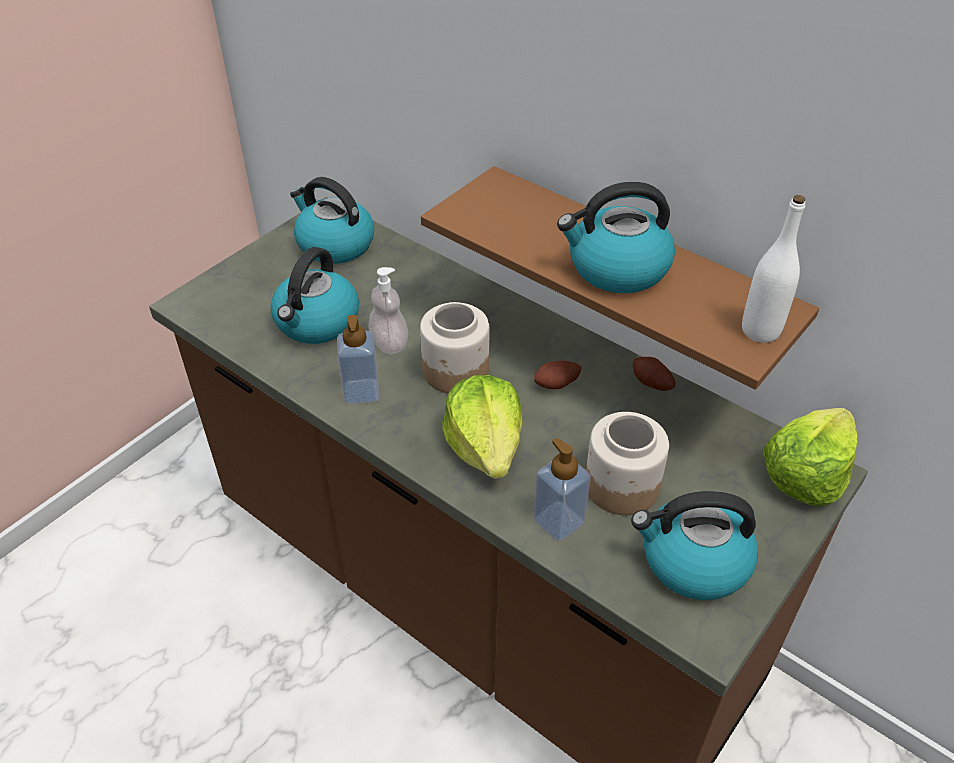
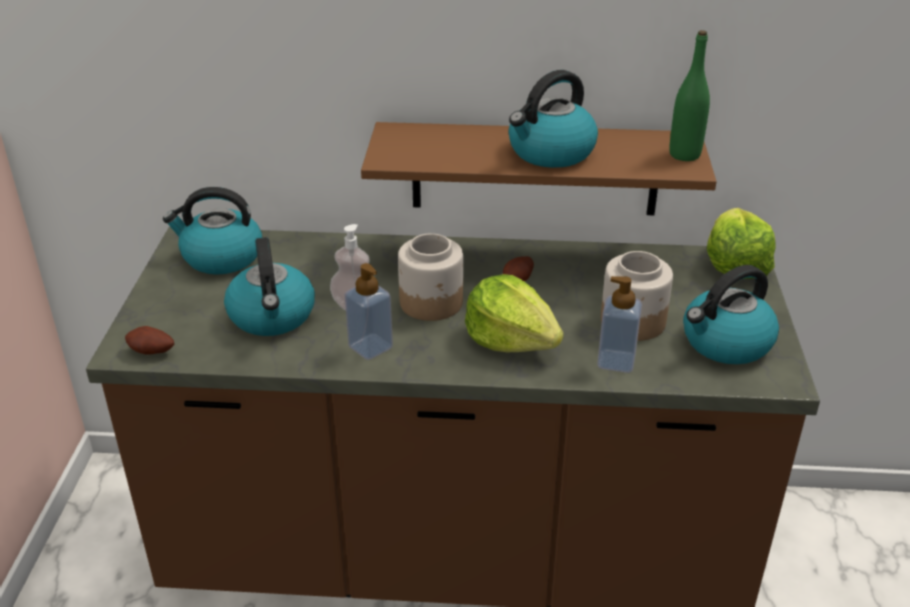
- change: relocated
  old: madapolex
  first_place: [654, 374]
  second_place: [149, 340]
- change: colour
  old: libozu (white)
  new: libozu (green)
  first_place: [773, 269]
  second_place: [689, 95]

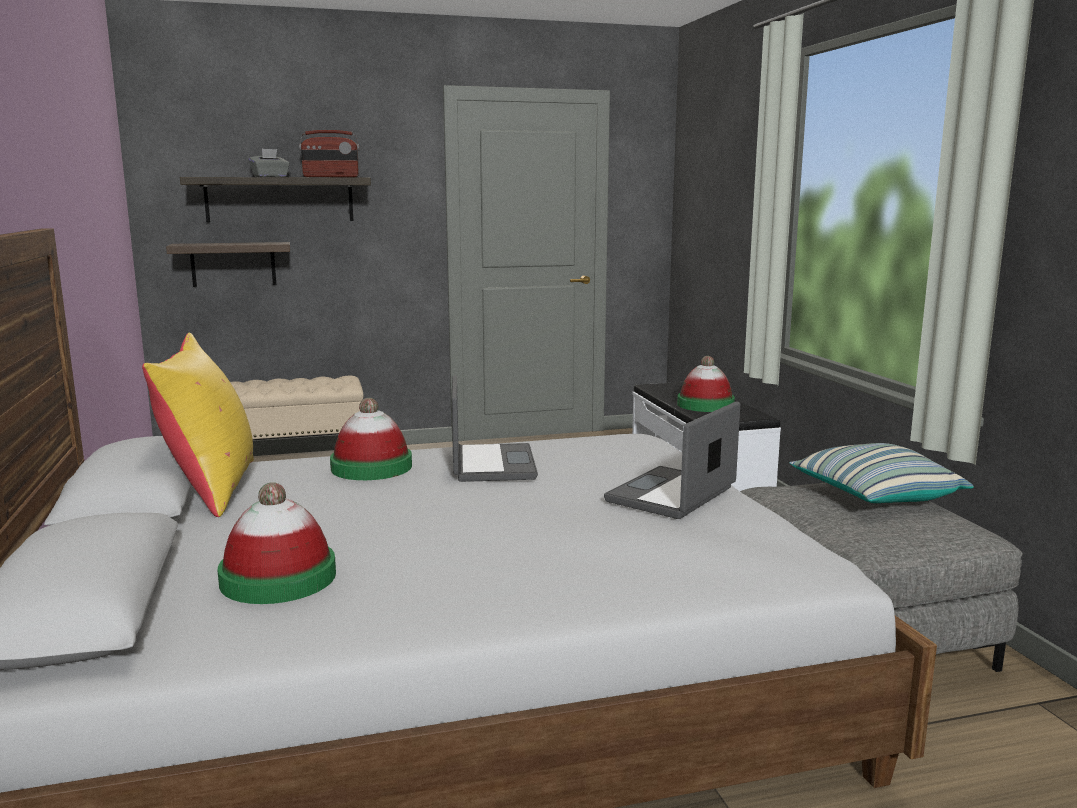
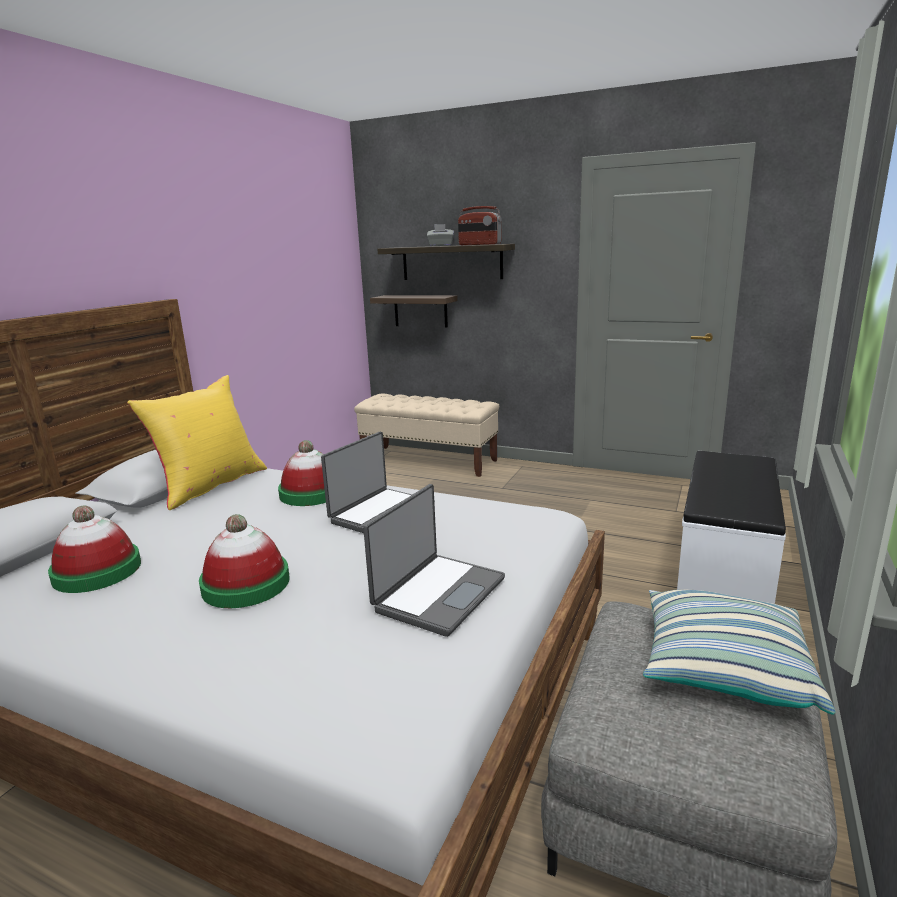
- change: relocated
  old: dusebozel
  first_place: [706, 384]
  second_place: [244, 561]
- change: spun
  old: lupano
  first_place: [672, 460]
  second_place: [434, 560]
  degrees: 135

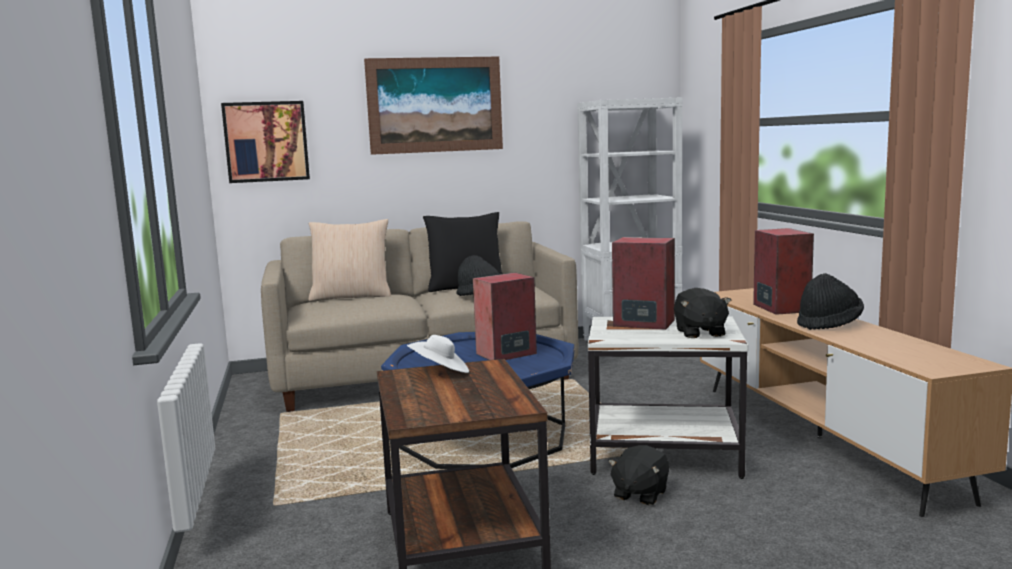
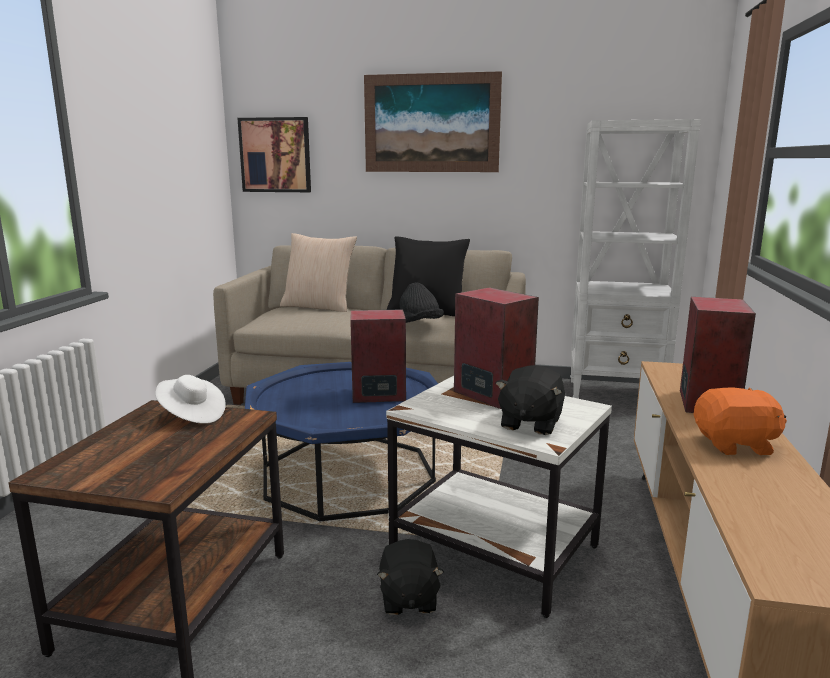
- change: exchanged
  old: dusebozel (black)
  new: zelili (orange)
  first_place: [830, 301]
  second_place: [740, 421]
- change: spun
  old: zelili (black)
  first_place: [638, 475]
  second_place: [410, 577]
  degrees: -60

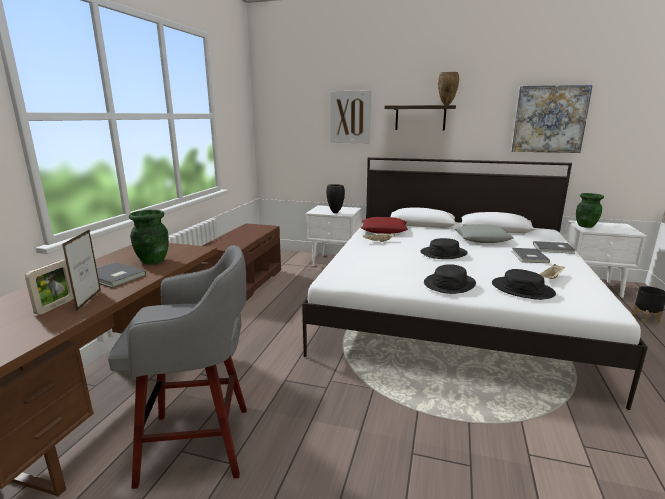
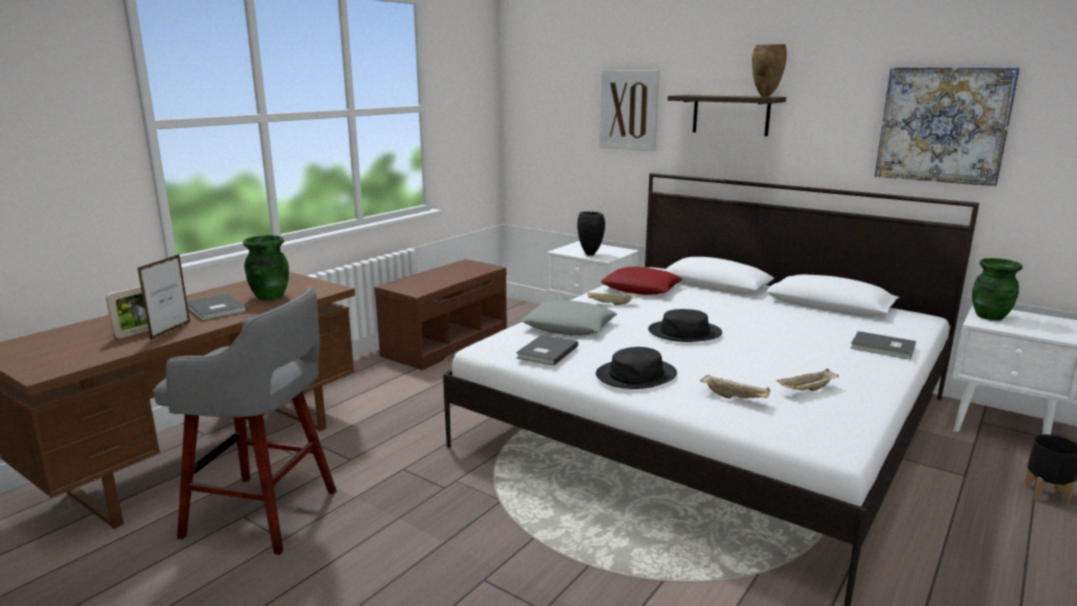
- change: relocated
  old: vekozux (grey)
  first_place: [484, 233]
  second_place: [569, 317]
- change: relocated
  old: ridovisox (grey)
  first_place: [531, 255]
  second_place: [547, 350]
- change: exchanged
  old: dusebozel (black)
  new: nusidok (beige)
  first_place: [524, 284]
  second_place: [735, 387]

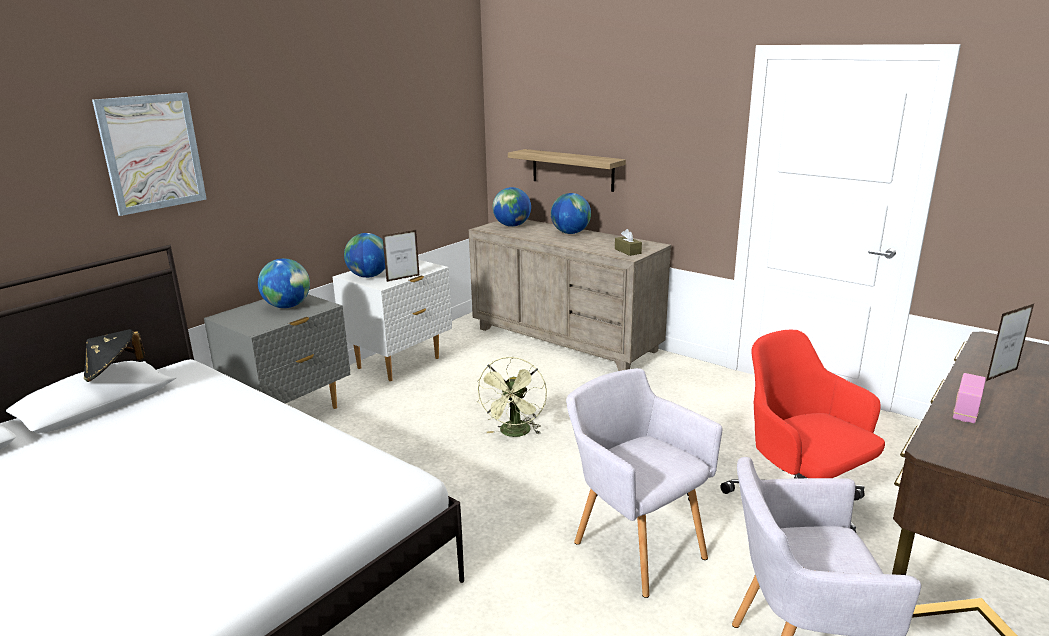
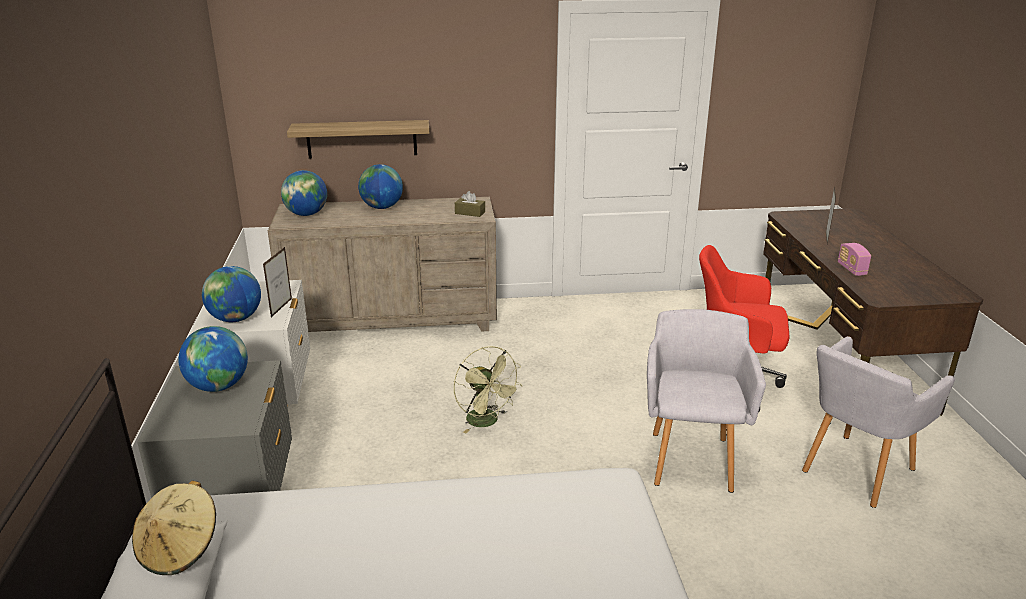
- change: missing
  old: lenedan
  first_place: [149, 154]
- change: colour
  old: dusebozel (black)
  new: dusebozel (beige)
  first_place: [114, 355]
  second_place: [174, 528]
- change: spun
  old: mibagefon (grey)
  first_place: [644, 483]
  second_place: [706, 401]
  degrees: 90

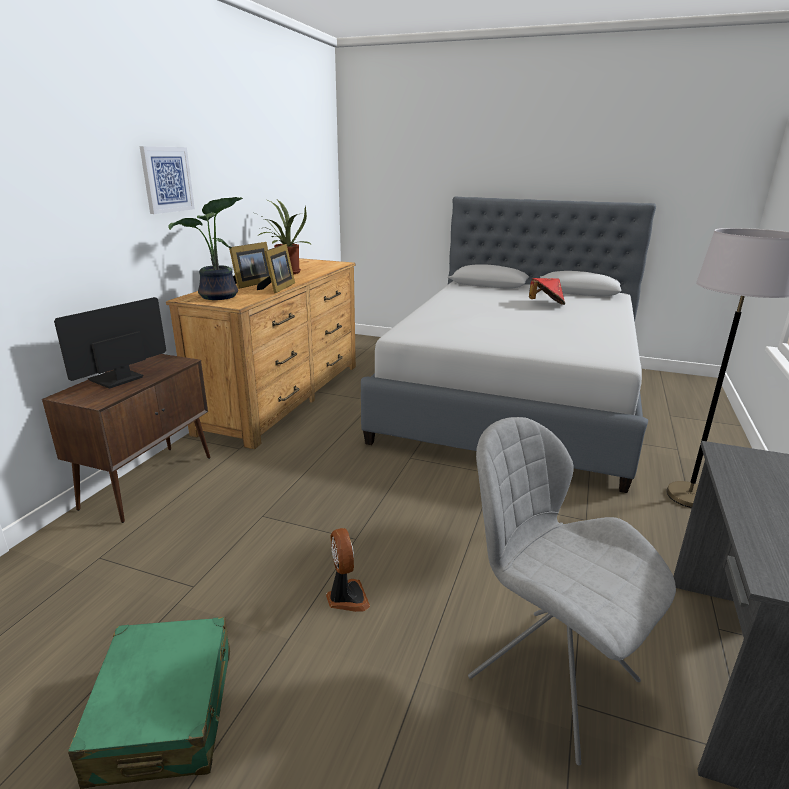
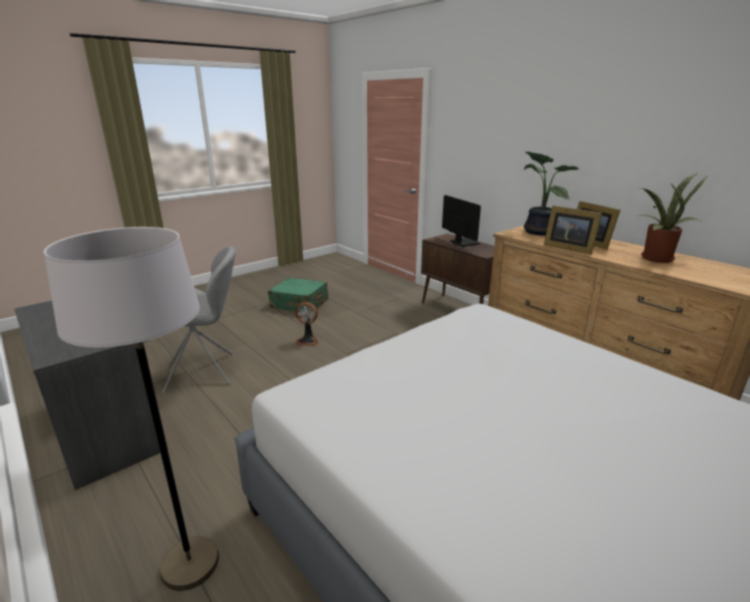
- change: missing
  old: lenedan
  first_place: [167, 180]
- change: missing
  old: dusebozel (red)
  first_place: [547, 291]

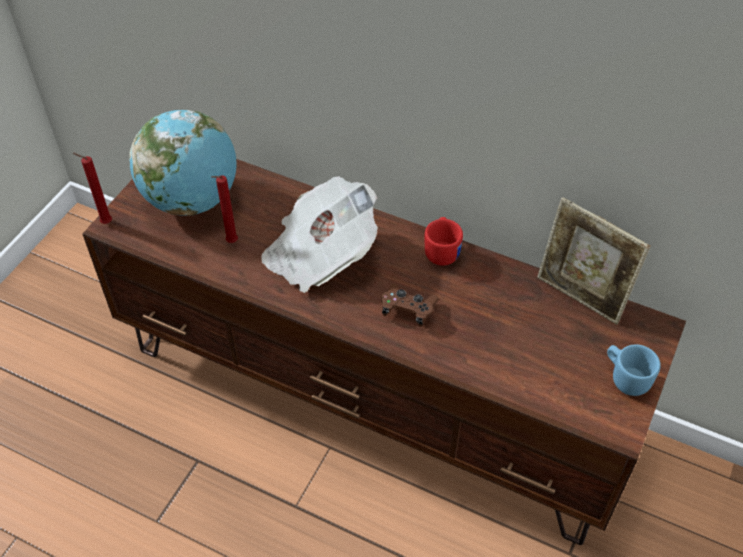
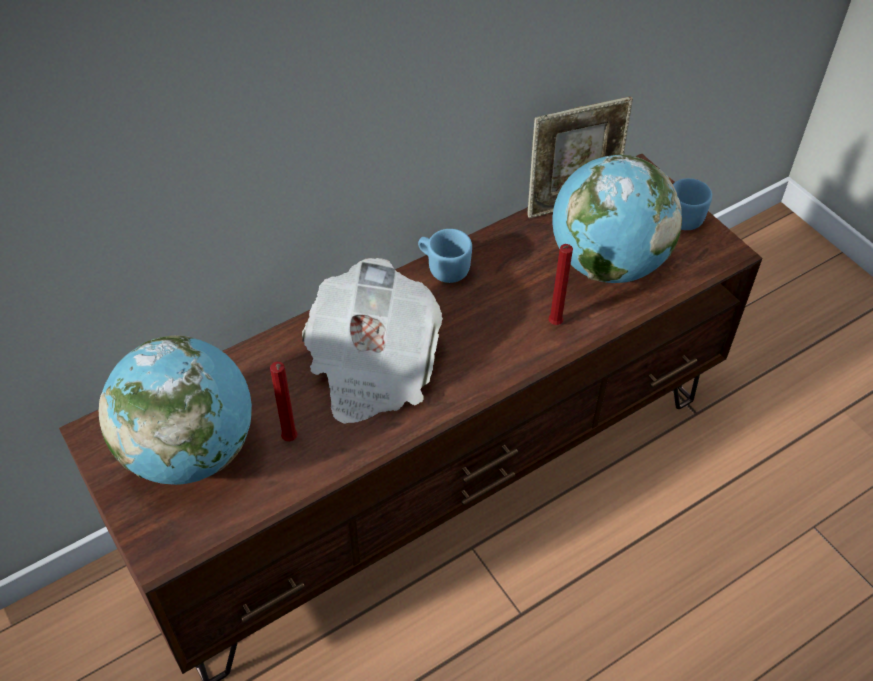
- change: missing
  old: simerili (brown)
  first_place: [410, 305]
- change: appeared
  new: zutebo
  second_place: [617, 218]
- change: relocated
  old: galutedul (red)
  first_place: [92, 188]
  second_place: [560, 284]
- change: colour
  old: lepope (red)
  new: lepope (blue)
  first_place: [444, 241]
  second_place: [445, 256]

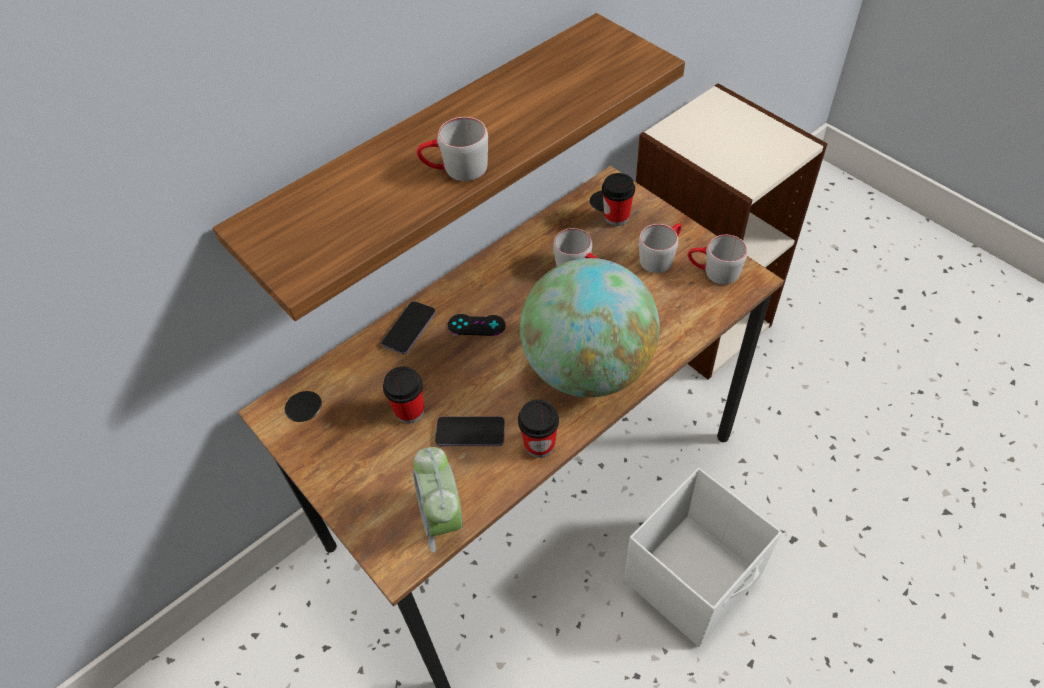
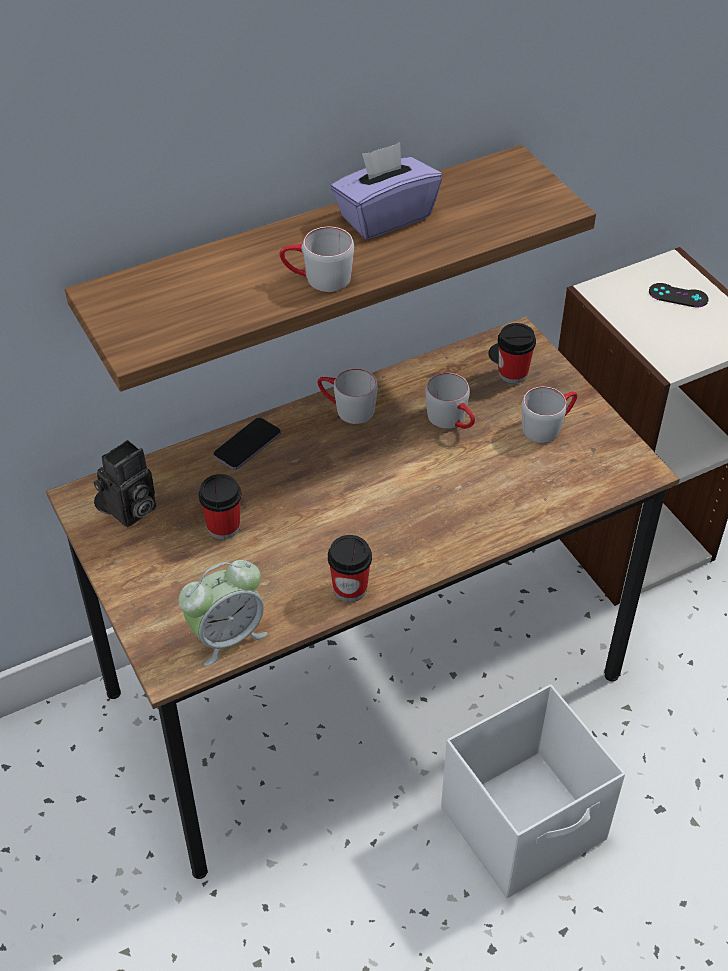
- change: missing
  old: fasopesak
  first_place: [470, 431]
- change: missing
  old: zutebo
  first_place: [590, 328]
- change: appeared
  new: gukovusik
  second_place: [125, 483]
- change: appeared
  new: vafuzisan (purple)
  second_place: [386, 190]
- change: relocated
  old: simerili (black)
  first_place: [476, 325]
  second_place: [679, 295]
- change: relocated
  old: lepope (grey)
  first_place: [717, 260]
  second_place: [347, 396]
- change: spun
  old: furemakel
  first_place: [438, 500]
  second_place: [223, 613]
  degrees: -120

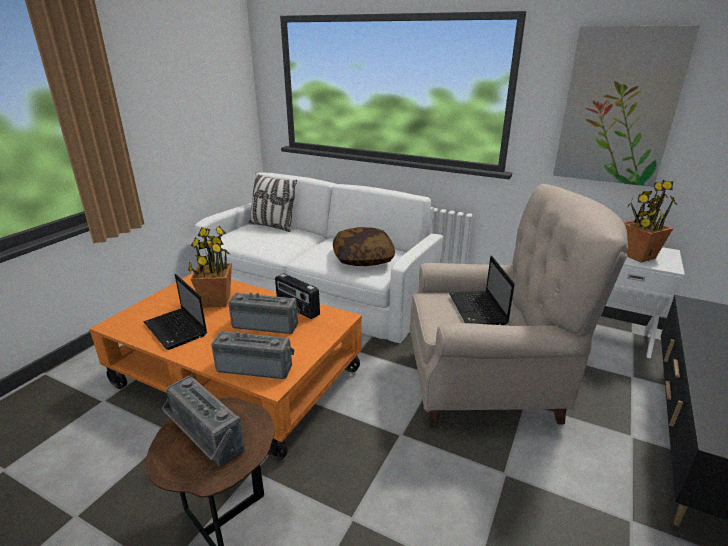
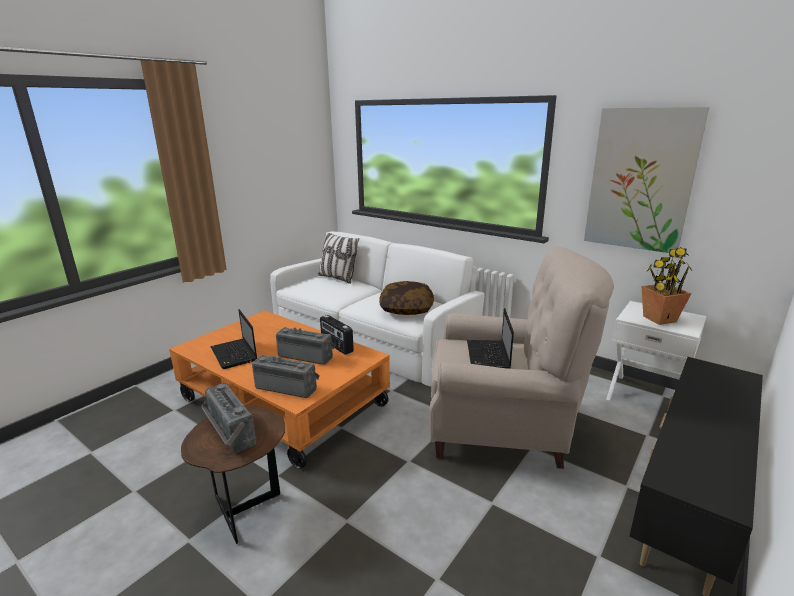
- change: missing
  old: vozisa
  first_place: [210, 266]

